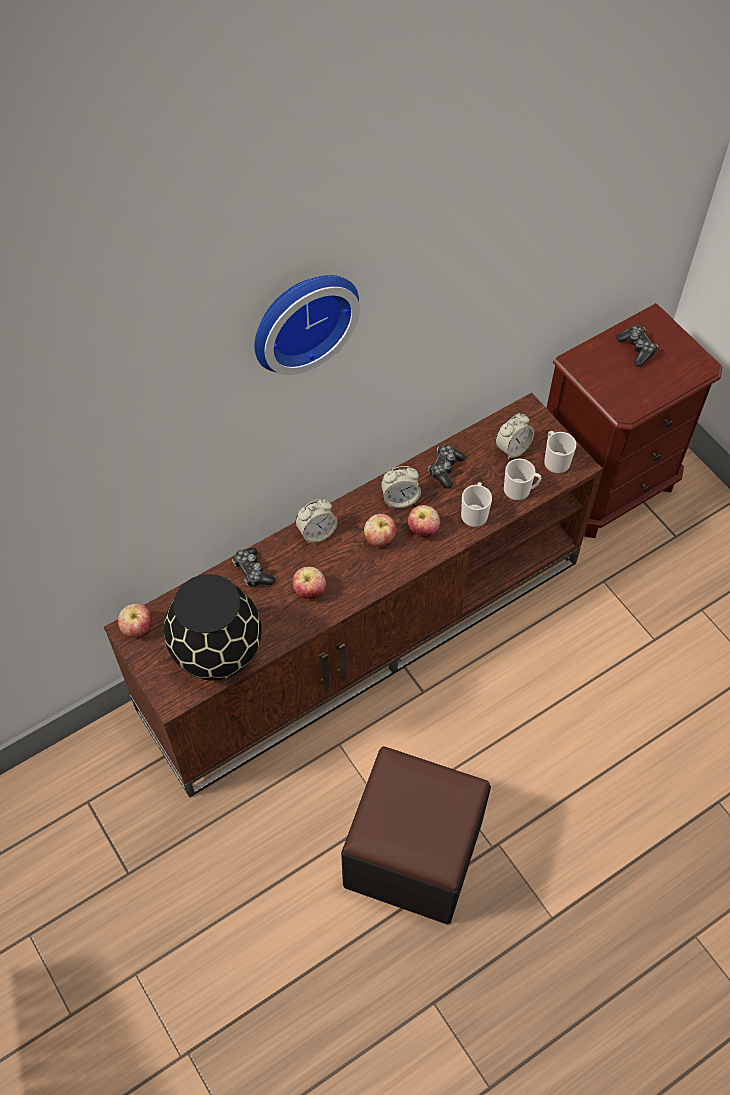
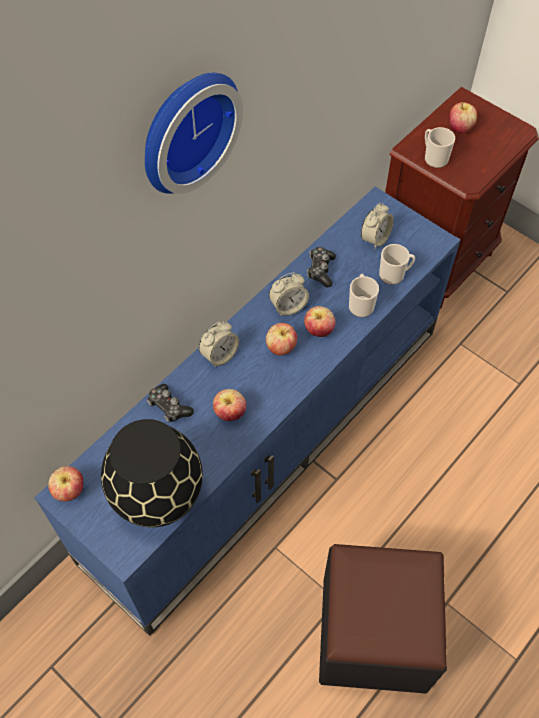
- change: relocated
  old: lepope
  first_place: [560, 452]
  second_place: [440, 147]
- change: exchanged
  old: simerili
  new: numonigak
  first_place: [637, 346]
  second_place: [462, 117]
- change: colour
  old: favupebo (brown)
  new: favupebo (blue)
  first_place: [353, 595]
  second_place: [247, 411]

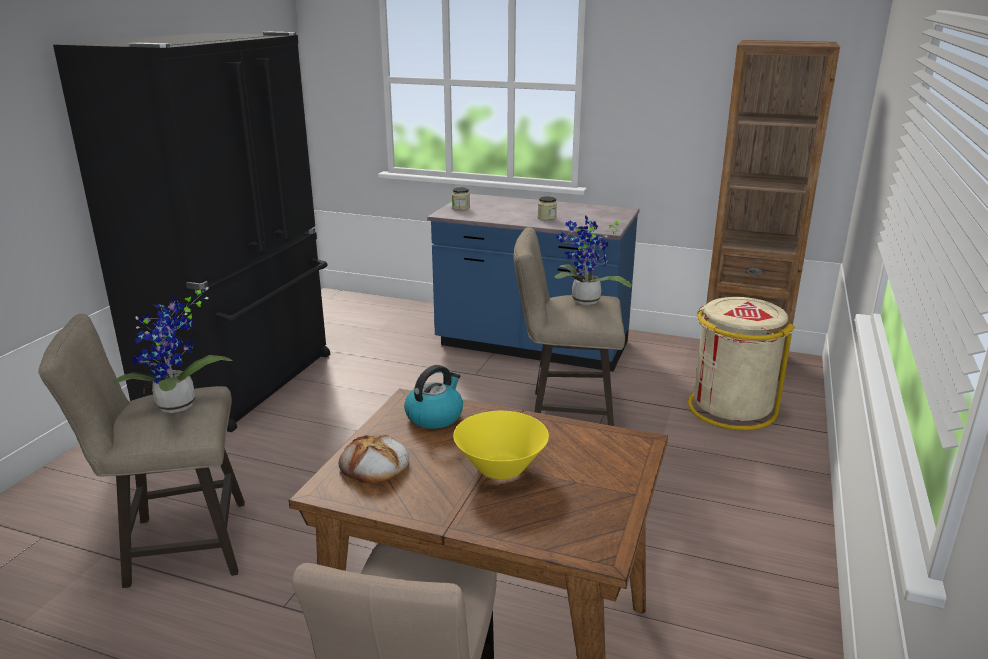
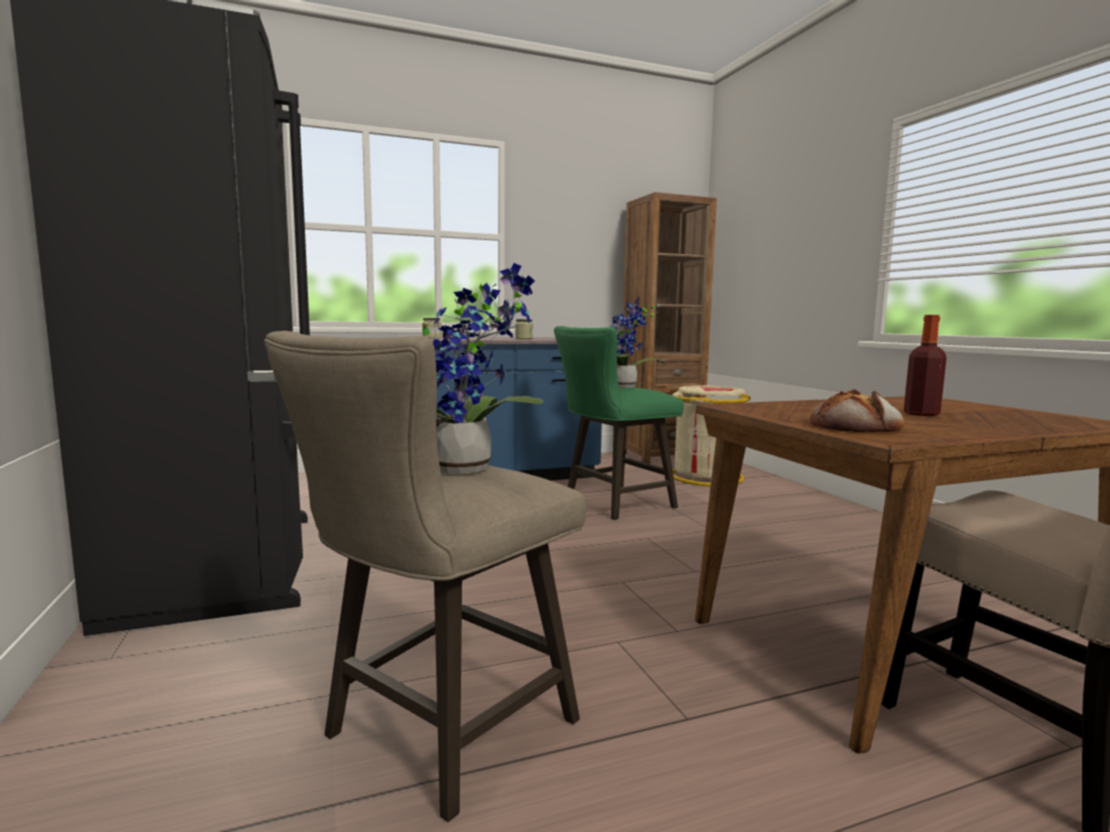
- change: missing
  old: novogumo
  first_place: [433, 397]
- change: exchanged
  old: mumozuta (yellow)
  new: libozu
  first_place: [501, 445]
  second_place: [925, 365]
- change: colour
  old: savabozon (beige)
  new: savabozon (green)
  first_place: [569, 326]
  second_place: [619, 423]

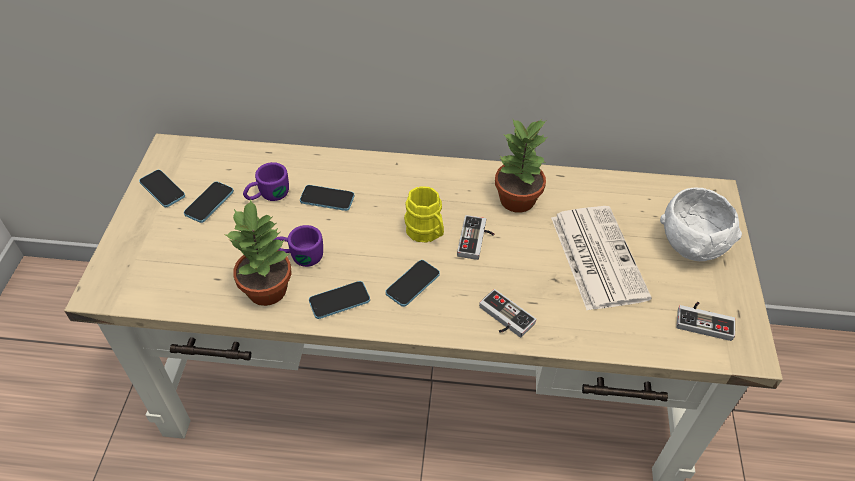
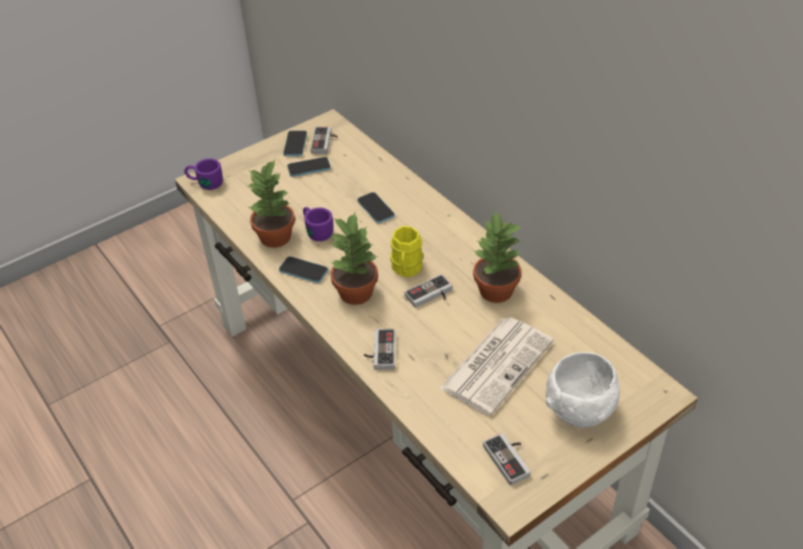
- change: appeared
  new: simerili
  second_place: [324, 140]
- change: relocated
  old: lepope (purple)
  first_place: [266, 181]
  second_place: [203, 174]
- change: exchanged
  old: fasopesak
  new: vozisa
  first_place: [412, 283]
  second_place: [353, 259]

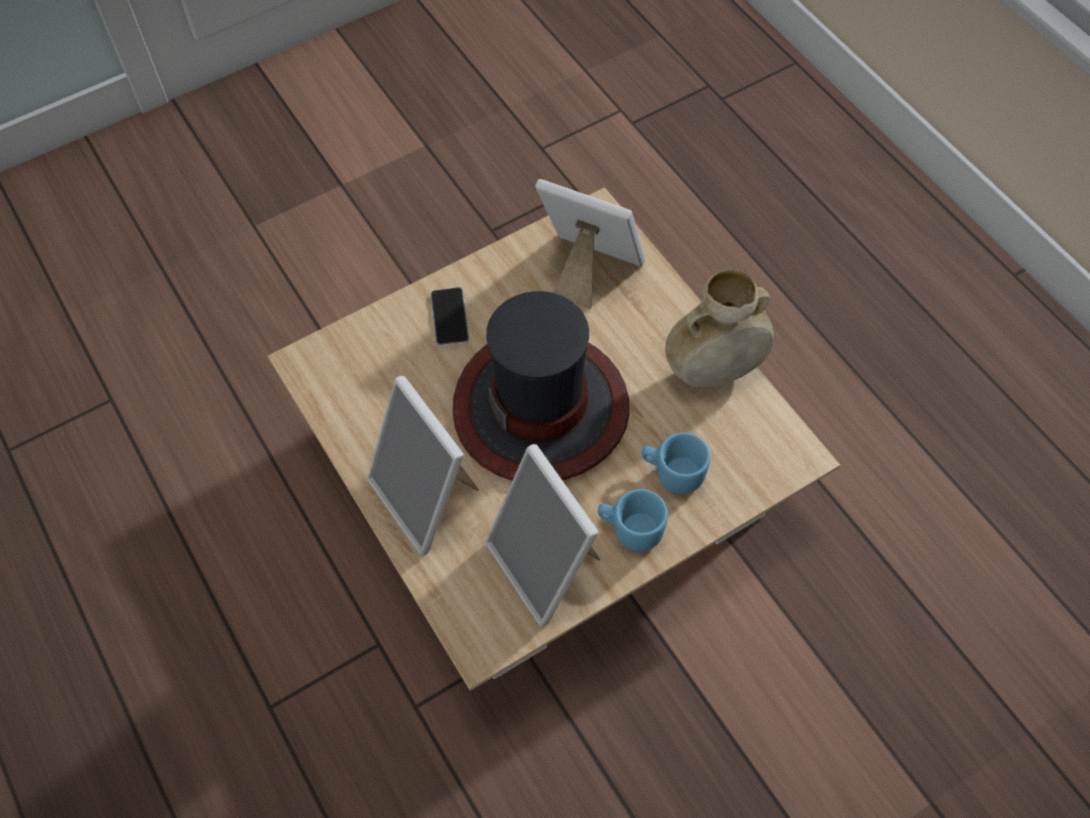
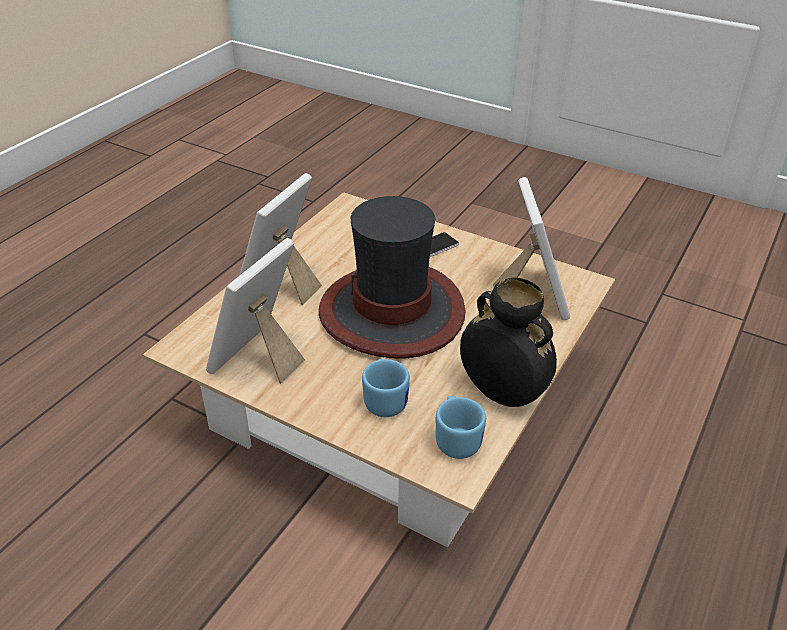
- change: relocated
  old: lepope (blue)
  first_place: [633, 520]
  second_place: [461, 427]
- change: colour
  old: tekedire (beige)
  new: tekedire (black)
  first_place: [719, 328]
  second_place: [508, 342]

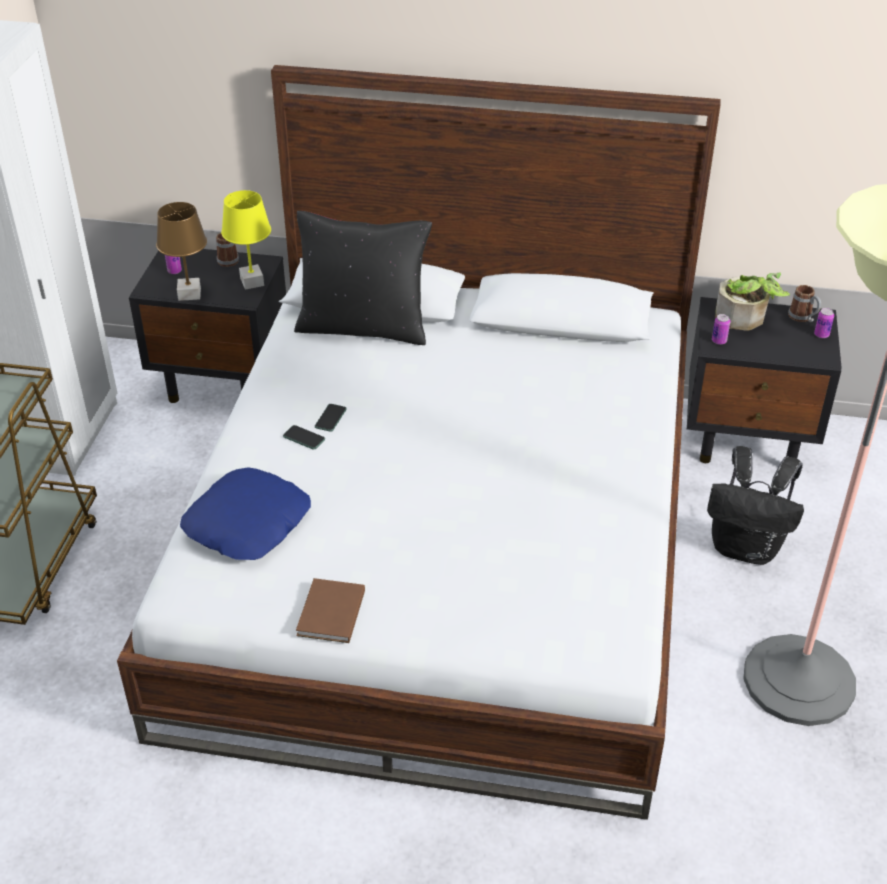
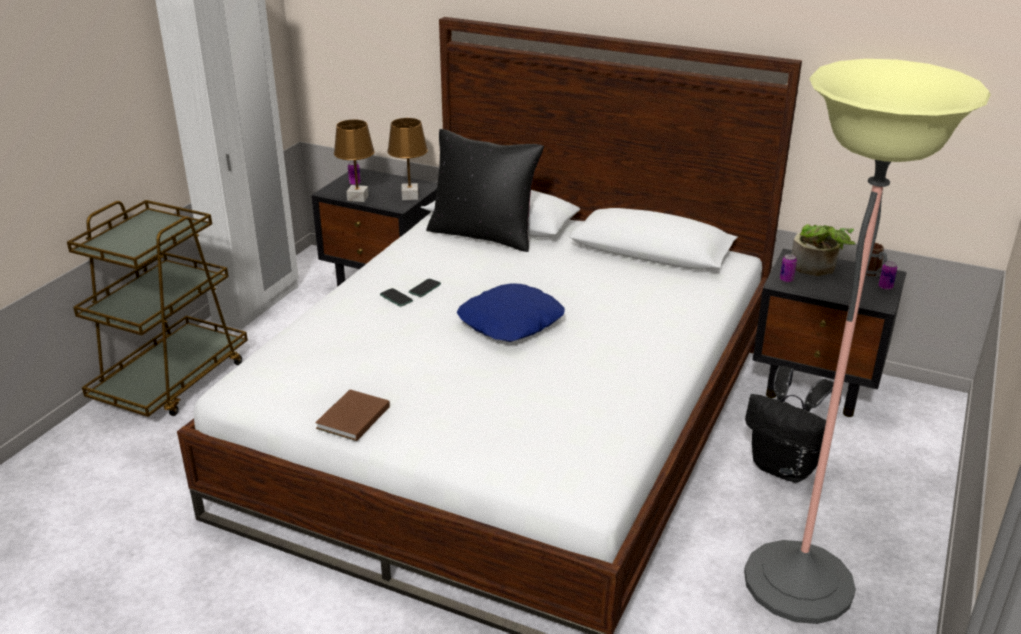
- change: missing
  old: lepope
  first_place: [227, 250]
- change: relocated
  old: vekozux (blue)
  first_place: [245, 513]
  second_place: [511, 313]
- change: colour
  old: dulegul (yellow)
  new: dulegul (brown)
  first_place: [246, 240]
  second_place: [407, 159]

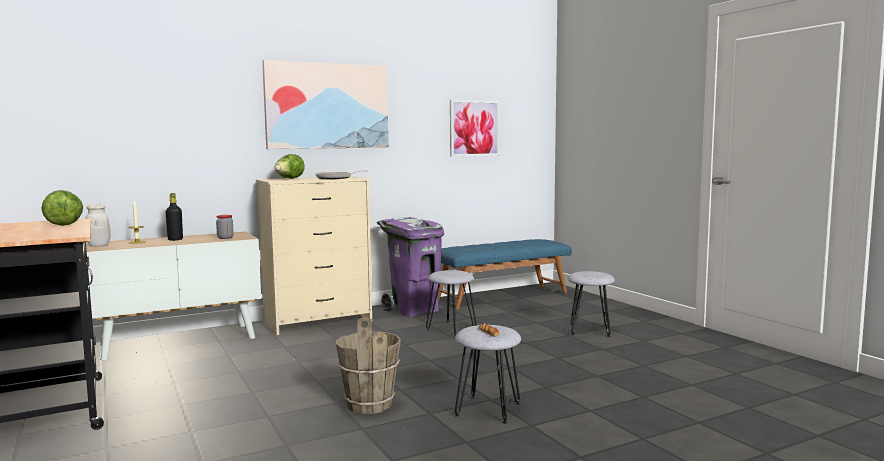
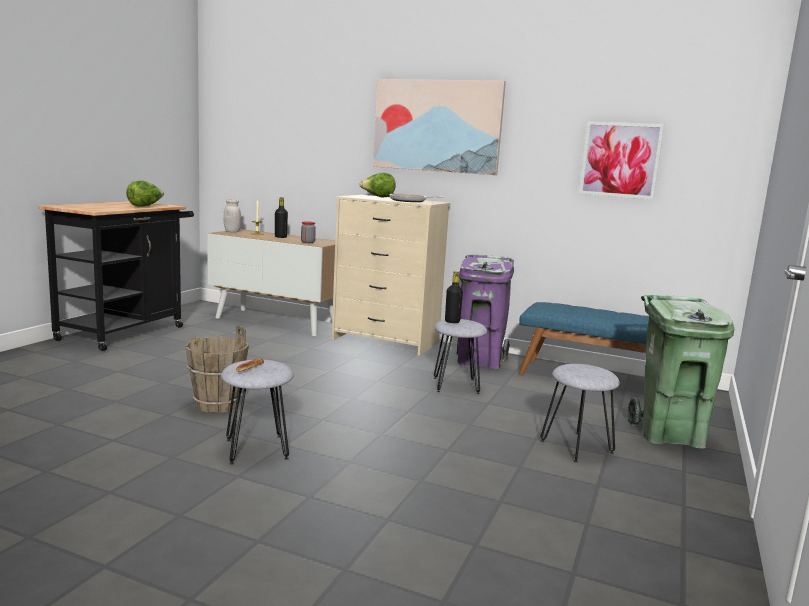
- change: appeared
  new: libozu (black)
  second_place: [454, 297]
- change: appeared
  new: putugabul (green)
  second_place: [680, 372]

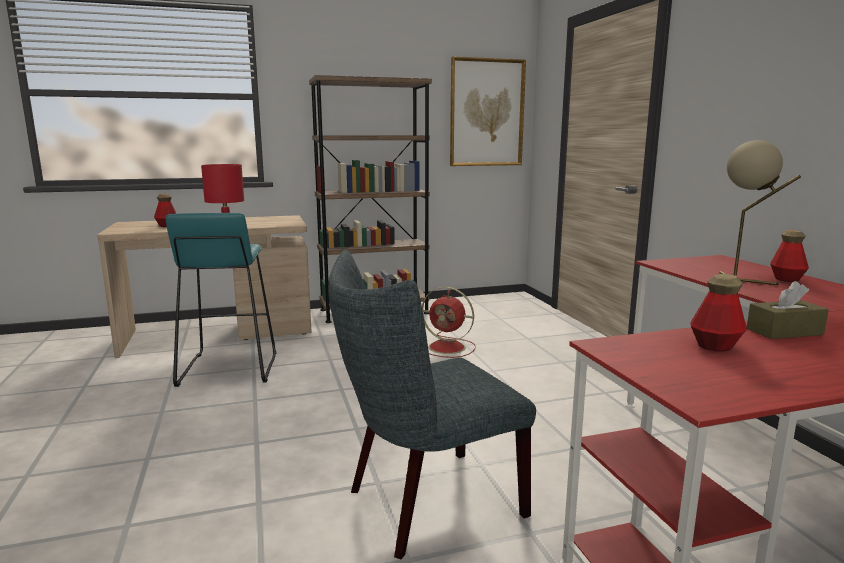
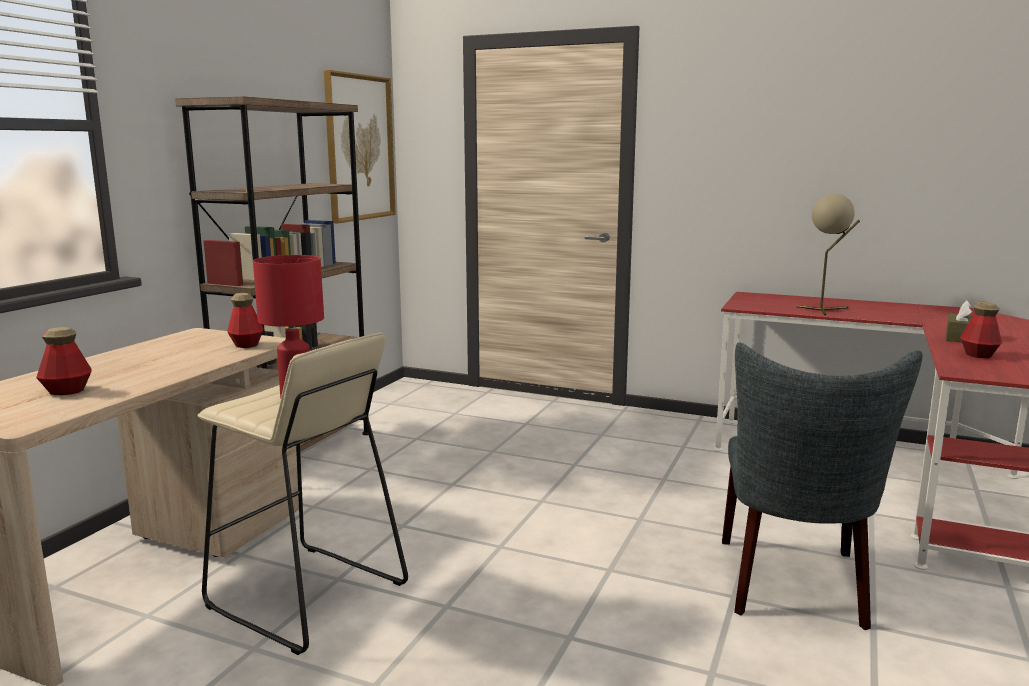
- change: missing
  old: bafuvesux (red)
  first_place: [449, 322]
- change: relocated
  old: libozu
  first_place: [789, 256]
  second_place: [245, 320]
- change: colour
  old: savabozon (turquoise)
  new: savabozon (beige)
  first_place: [220, 300]
  second_place: [302, 493]

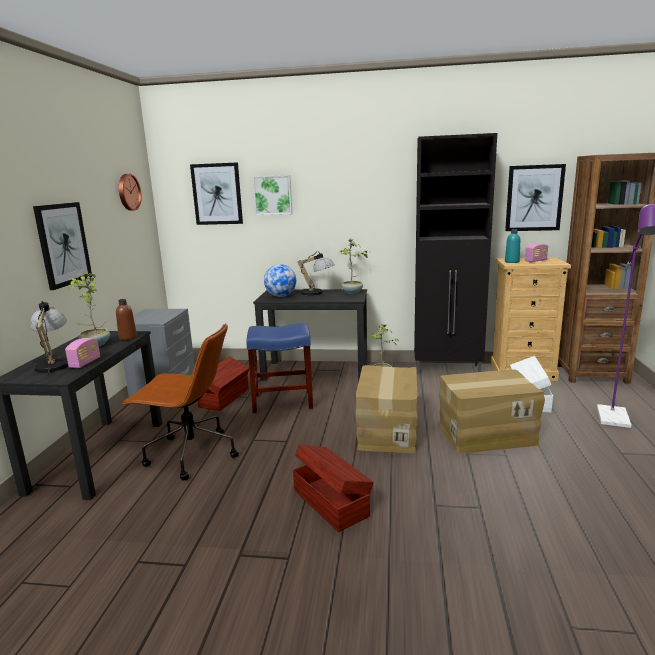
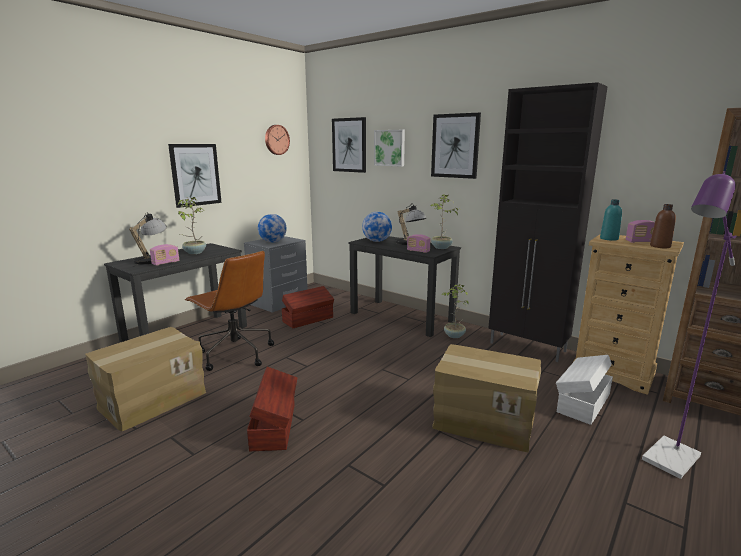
- change: missing
  old: savabozon (blue)
  first_place: [280, 368]
- change: appeared
  new: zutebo
  second_place: [272, 228]
- change: appeared
  new: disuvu
  second_place: [419, 243]
- change: relocated
  old: libozu (brown)
  first_place: [126, 319]
  second_place: [663, 226]
- change: relocated
  old: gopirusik
  first_place: [386, 409]
  second_place: [145, 379]
- change: relocated
  old: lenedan
  first_place: [535, 197]
  second_place: [456, 146]

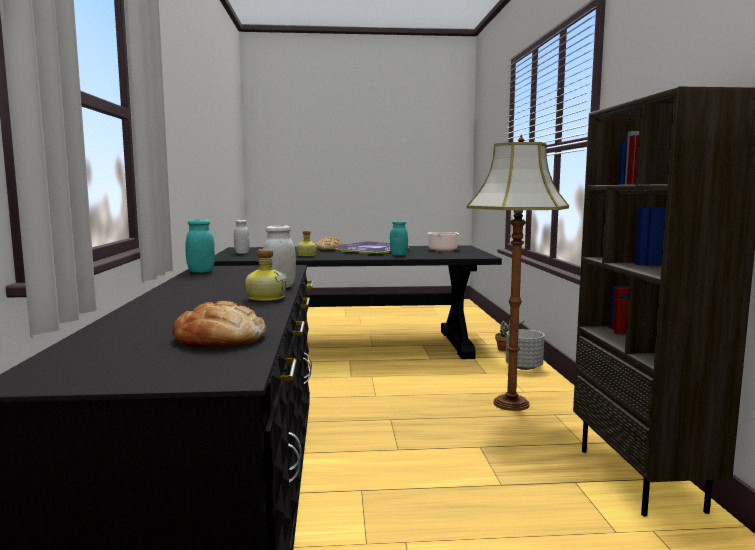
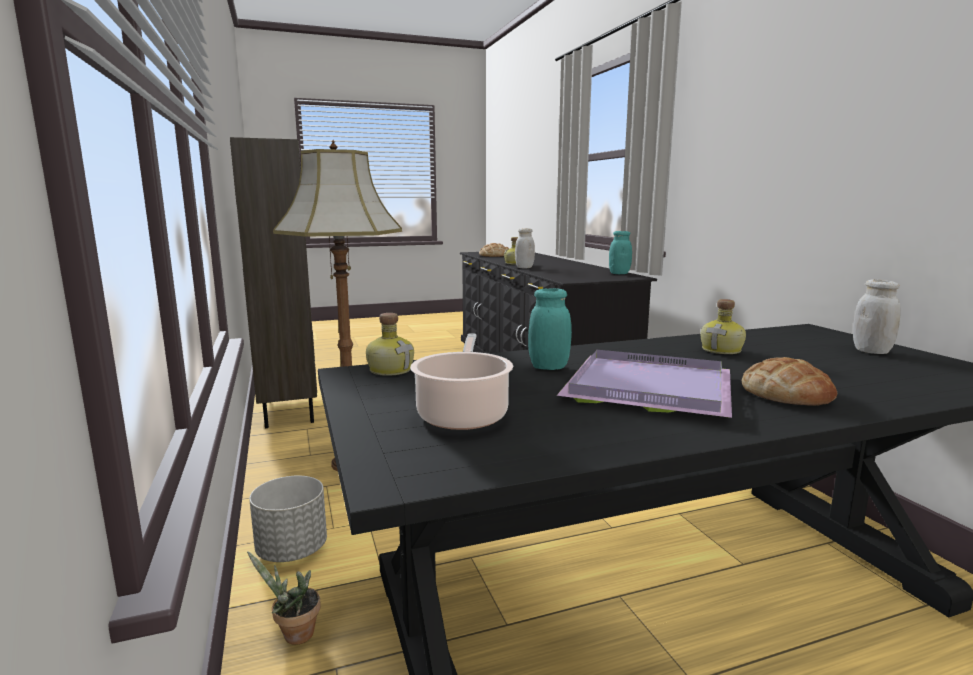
- change: appeared
  new: libozu
  second_place: [390, 344]

